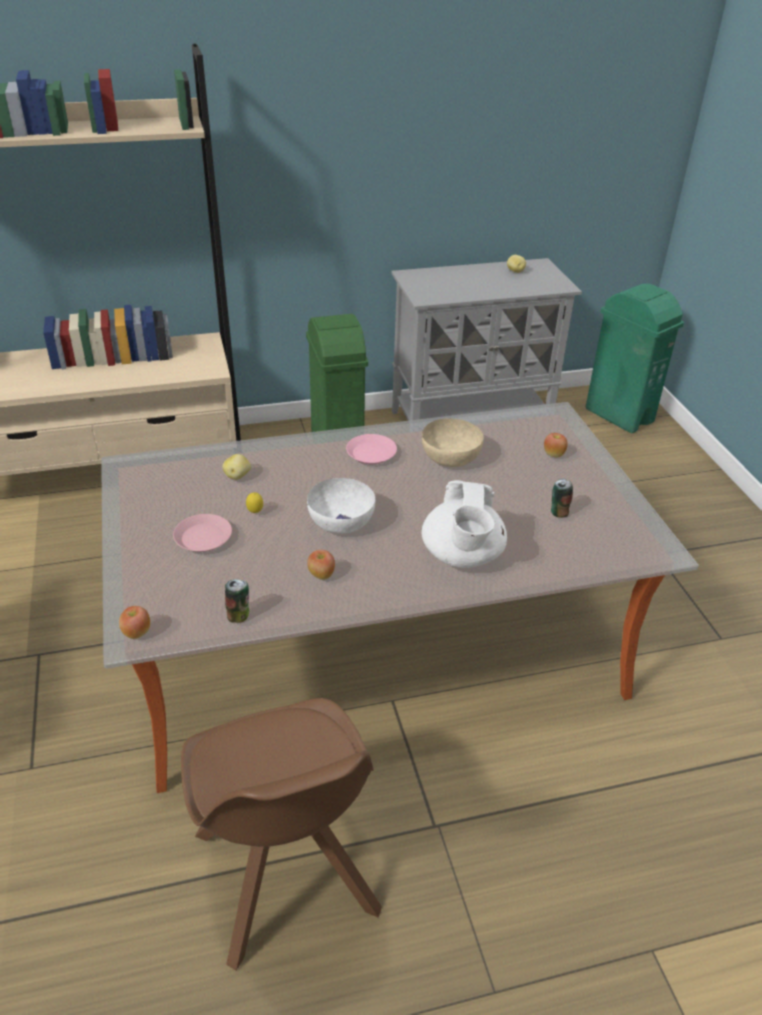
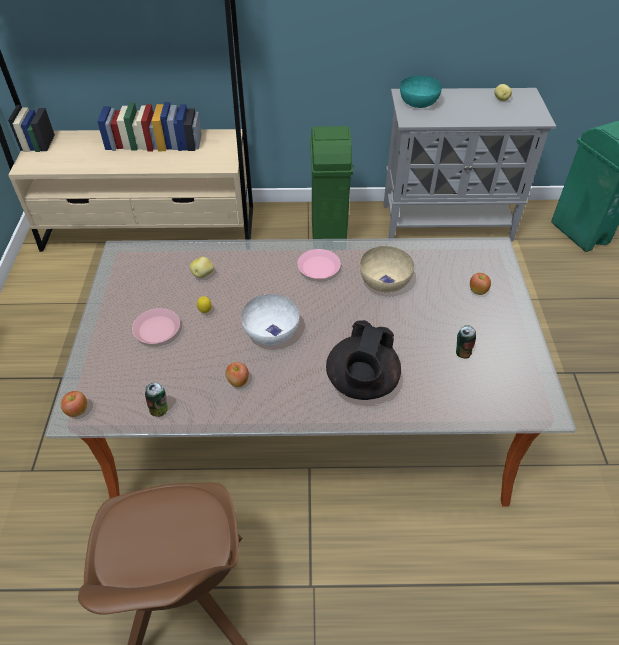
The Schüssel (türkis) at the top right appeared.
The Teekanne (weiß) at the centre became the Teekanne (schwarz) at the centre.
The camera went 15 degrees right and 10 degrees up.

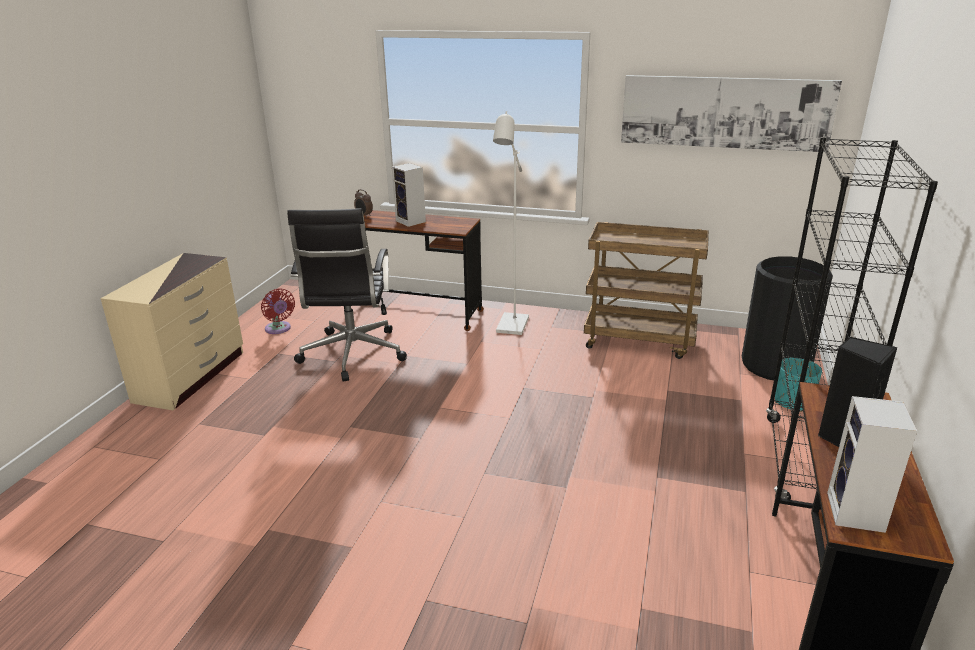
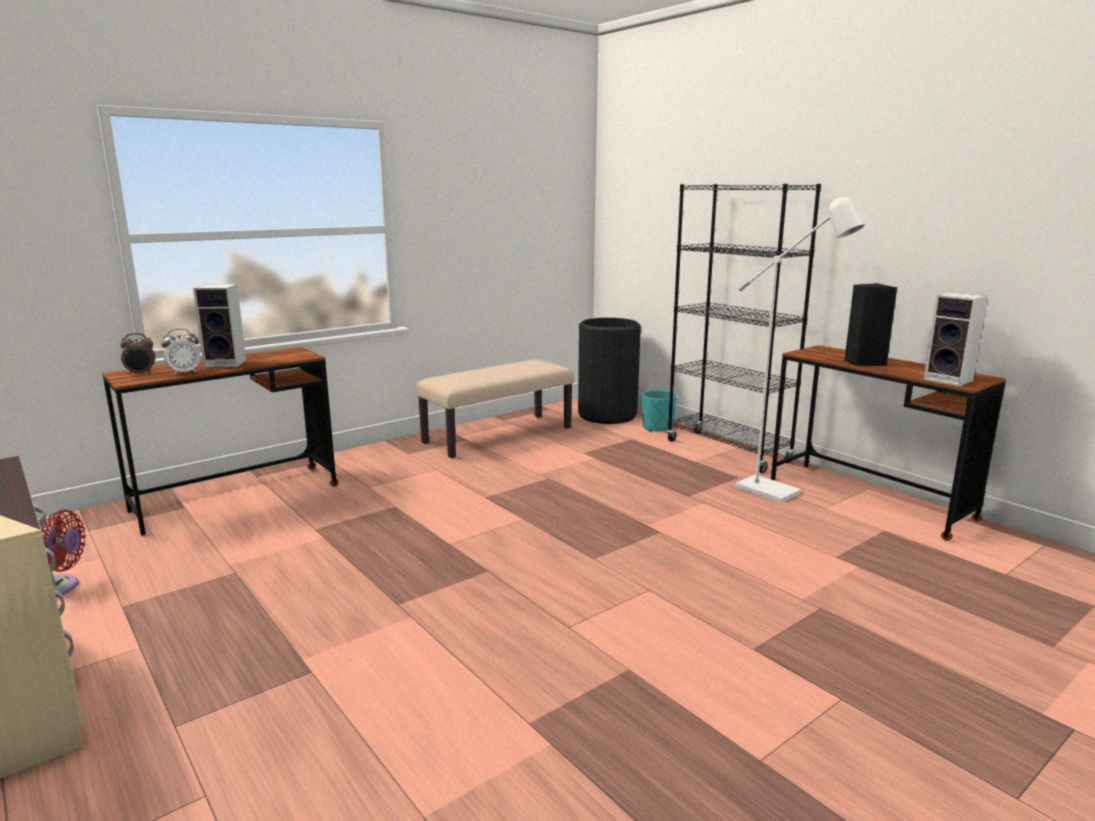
The Bürostuhl (schwarz) at the centre disappeared.
The Bild at the top right disappeared.
The Wecker (no. 2 from left) at the middle left appeared.
The Stehlampe (weiß) moved from the centre to the middle right.
The Rollwagen (braun) at the centre was replaced by the Bank (beige) at the centre.
The camera went 55 degrees left and 10 degrees down.

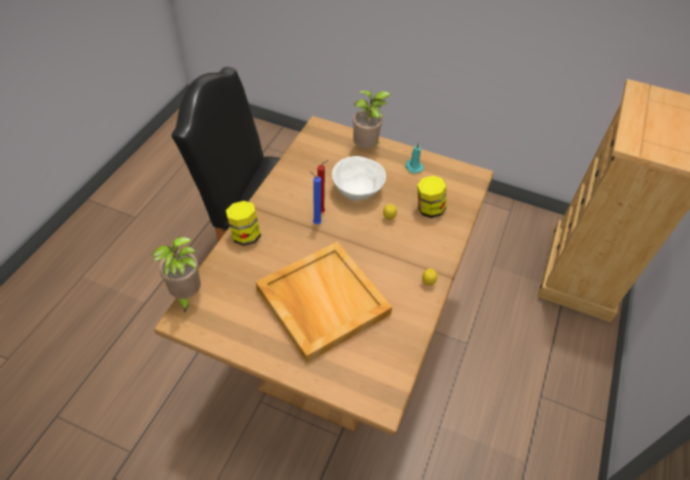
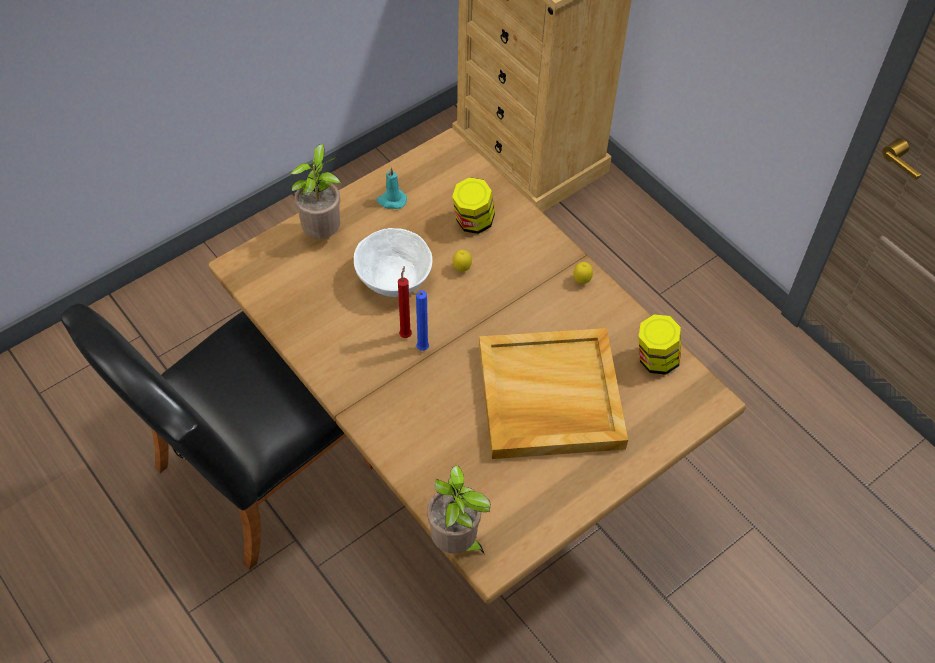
The Vorratsglas (no. 1 from left in the first image) moved from the centre to the middle right.
The camera went 60 degrees left and 5 degrees up.

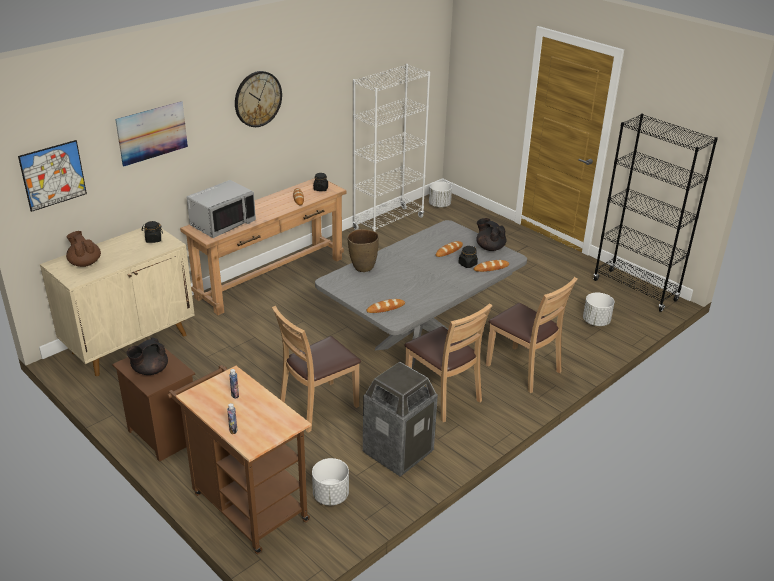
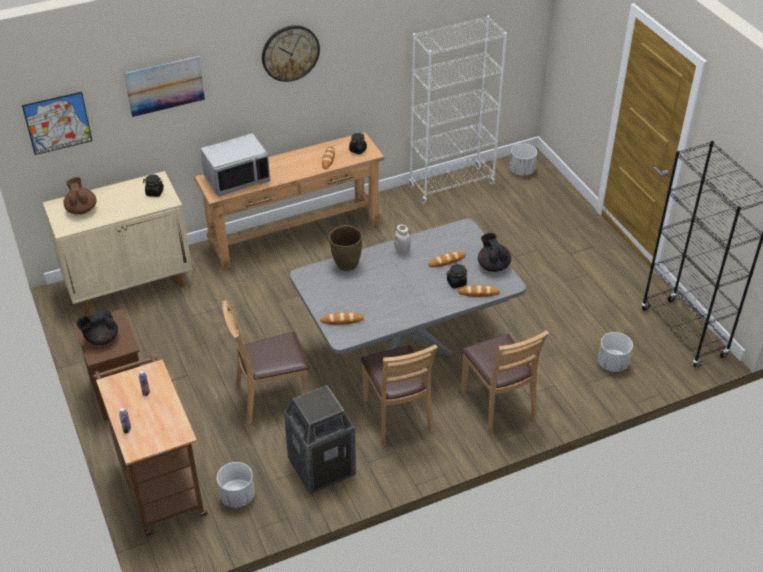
The Vorratsglas (weiß) at the centre appeared.
The camera went 20 degrees right and 10 degrees up.

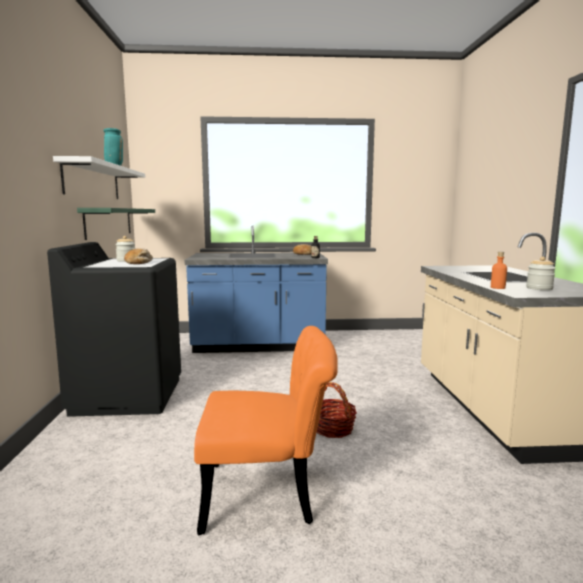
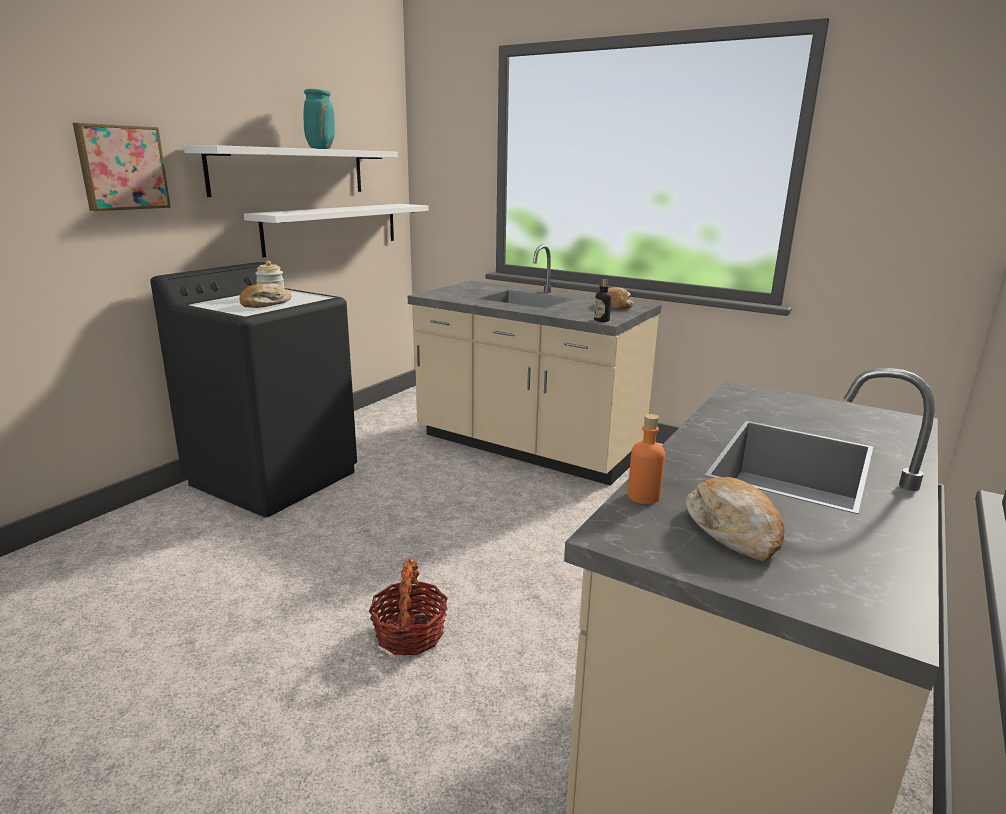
The Stuhl (orange) at the bottom centre disappeared.
The Bild at the top left appeared.
The Vorratsglas (no. 2 from left) at the middle right was replaced by the Brot (no. 3 from left) at the middle right.
The Wandregal (grün) at the middle left became the Wandregal (weiß) (no. 2 from left) at the top centre.
The Küchenzeile (blau) at the centre became the Küchenzeile (beige) (no. 1 from left) at the centre.
The camera went 35 degrees right and 10 degrees up.

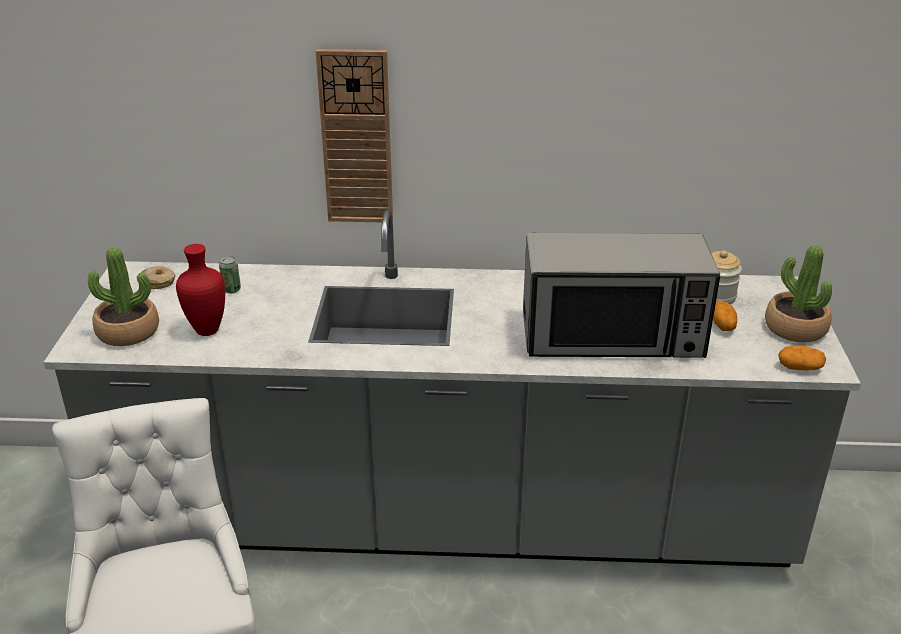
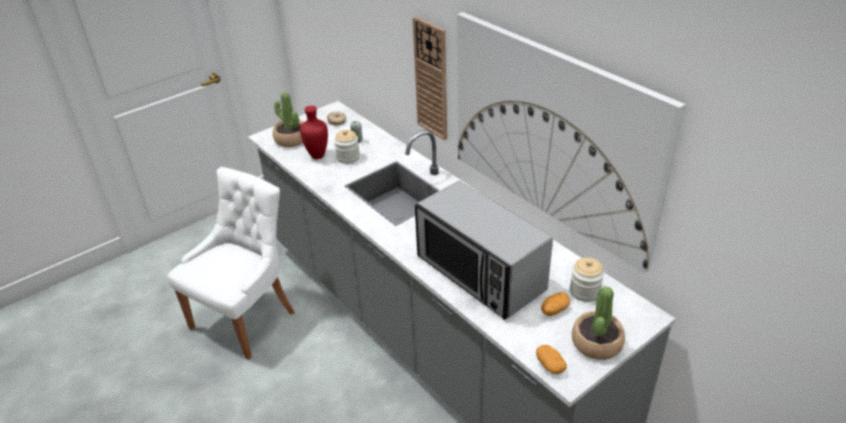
The Vorratsglas (no. 1 from left) at the centre appeared.
The Bild at the middle right appeared.
The camera went 50 degrees right and 5 degrees up.

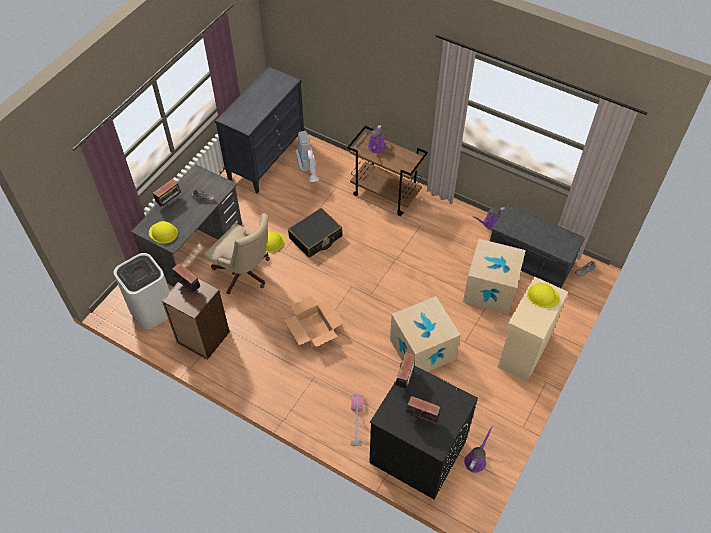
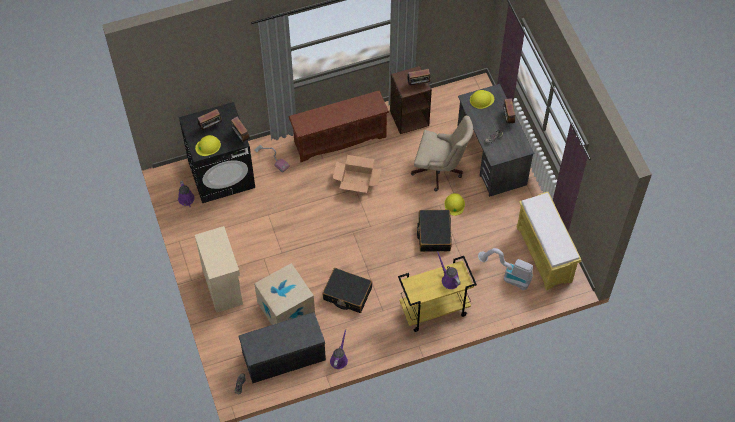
The Mülleimer (weiß) at the middle left disappeared.
The Karton (no. 2 from left) at the centre disappeared.
The Schuhregal (braun) at the top centre appeared.
The Koffer (schwarz) (no. 1 from left) at the bottom centre appeared.
The Schutzhelm (gelb) (no. 3 from left in the first image) moved from the middle right to the middle left.
The Kommode (schwarz) at the top centre was replaced by the Bank (gelb) at the middle right.
The Rollwagen (braun) at the top centre became the Rollwagen (gelb) at the bottom centre.
The Bürostuhl (beige) at the centre turned 150 degrees counterclockwise.
The camera went 130 degrees right and 5 degrees up.

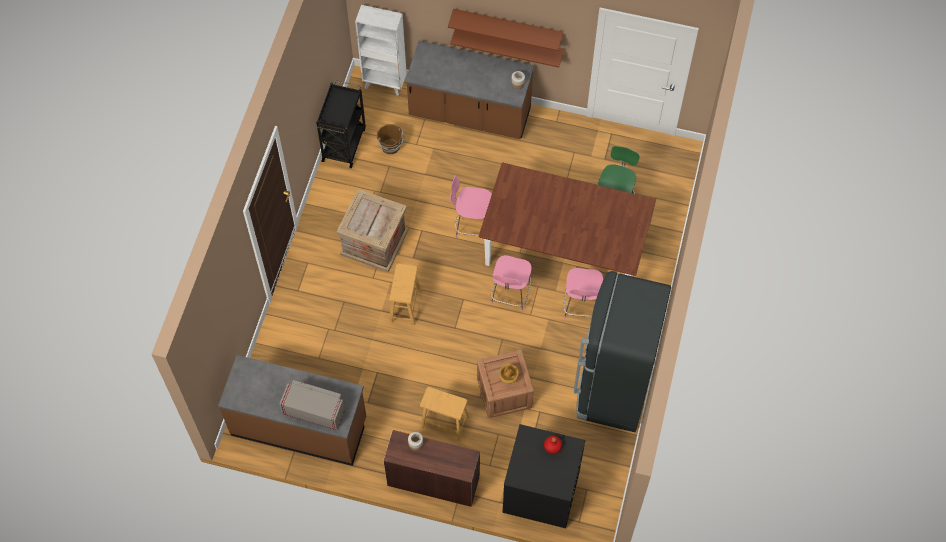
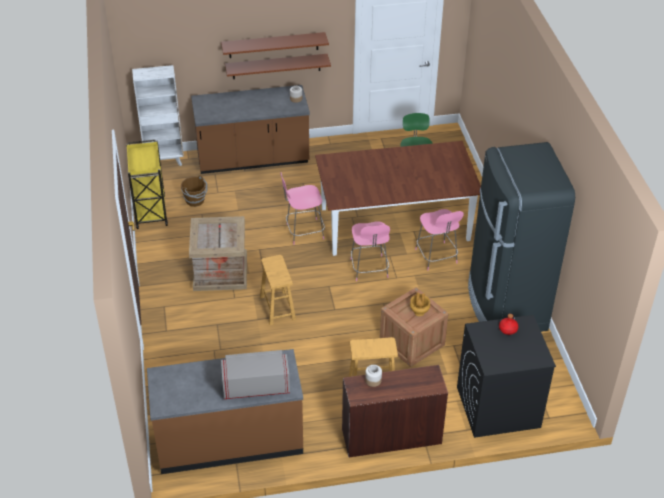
The Rollwagen (schwarz) at the top centre became the Rollwagen (gelb) at the middle left.
The camera went 25 degrees left and 20 degrees down.

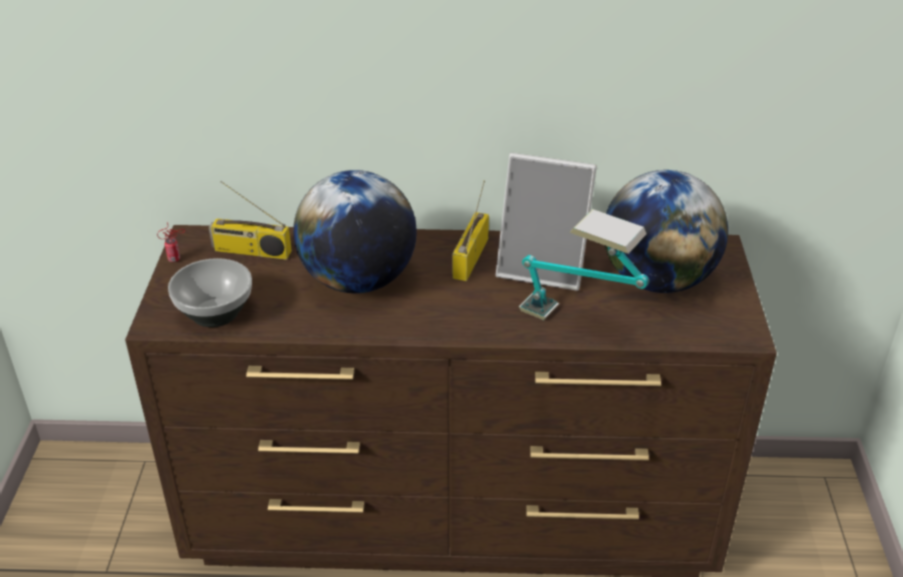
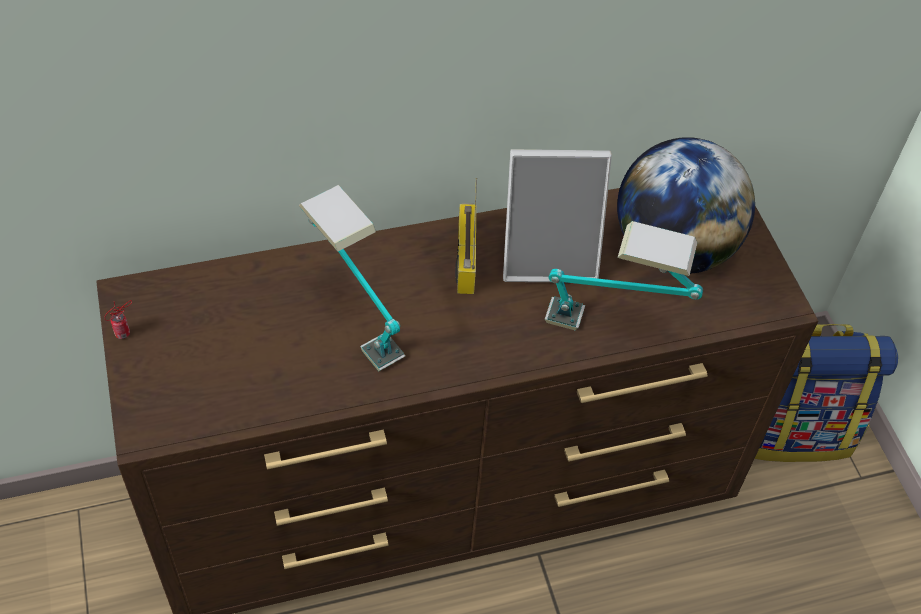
The Schüssel at the middle left disappeared.
The Radio (no. 1 from left) at the middle left disappeared.
The Rucksack at the middle right appeared.
The Globus (no. 1 from left) at the centre was replaced by the Tischlampe (no. 1 from left) at the centre.
The camera went 20 degrees left and 15 degrees up.

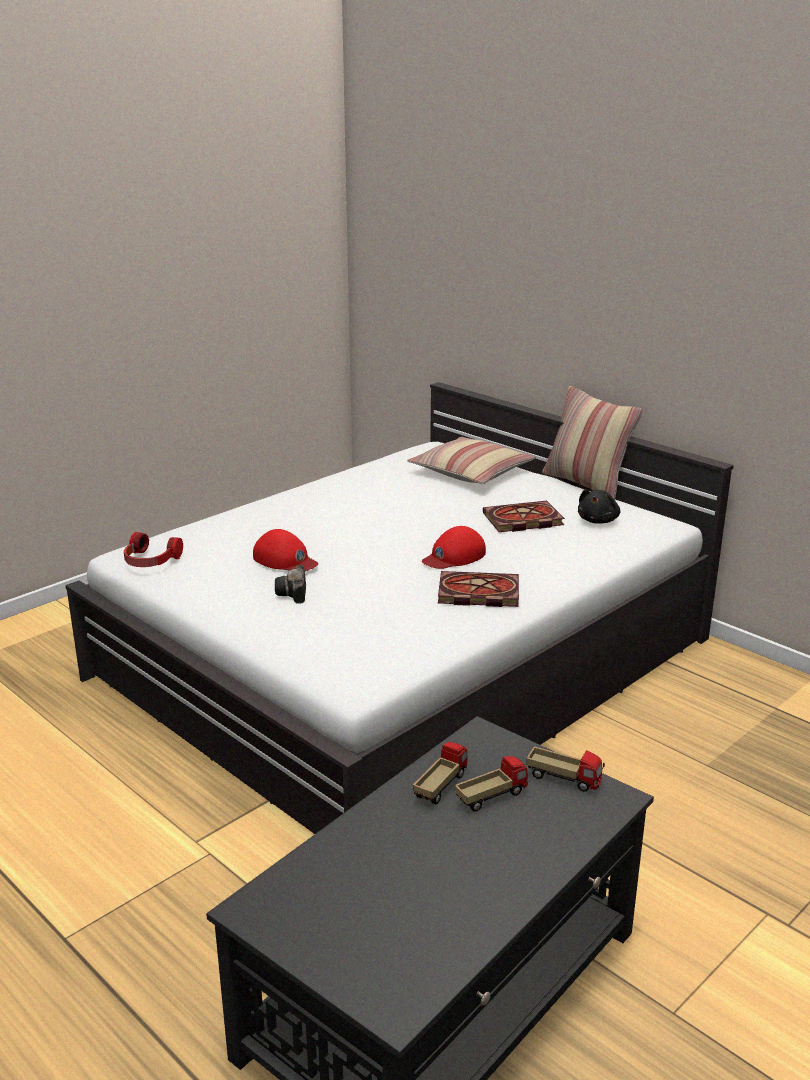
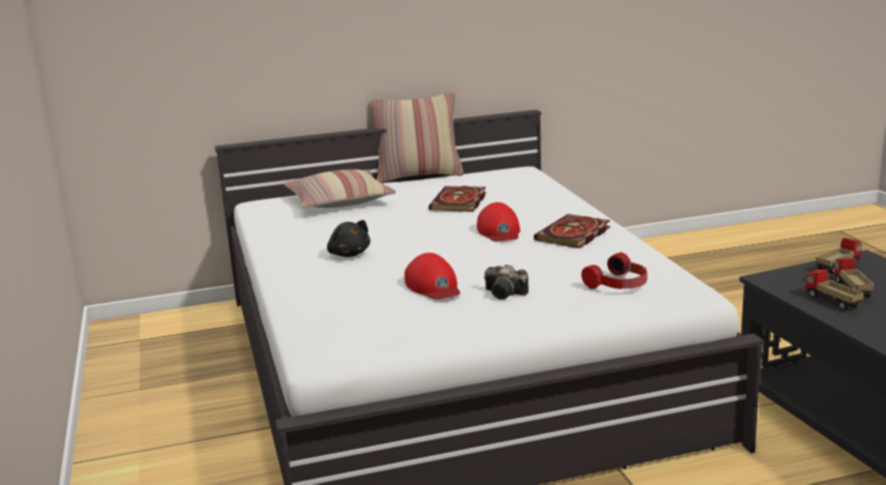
The Kopfhörer moved from the middle left to the middle right.
The Plüschtier (schwarz) moved from the middle right to the centre.
The Kappe (rot) (no. 1 from left) at the centre turned 90 degrees clockwise.
The camera went 60 degrees left and 5 degrees down.

